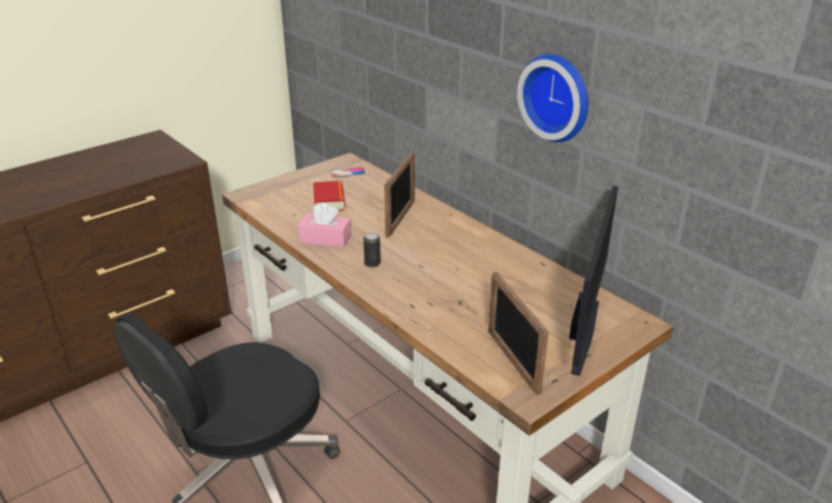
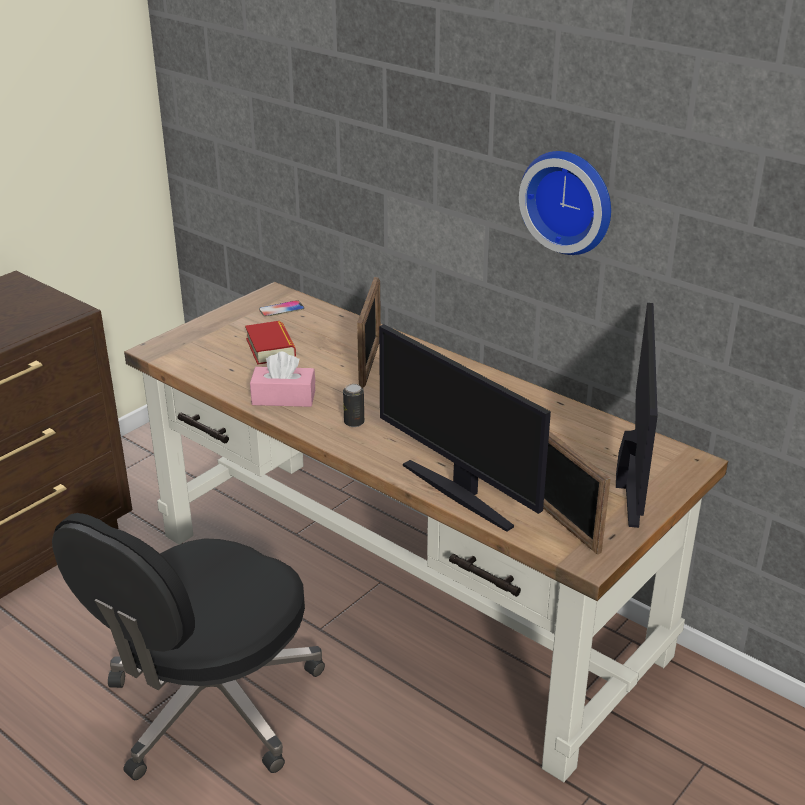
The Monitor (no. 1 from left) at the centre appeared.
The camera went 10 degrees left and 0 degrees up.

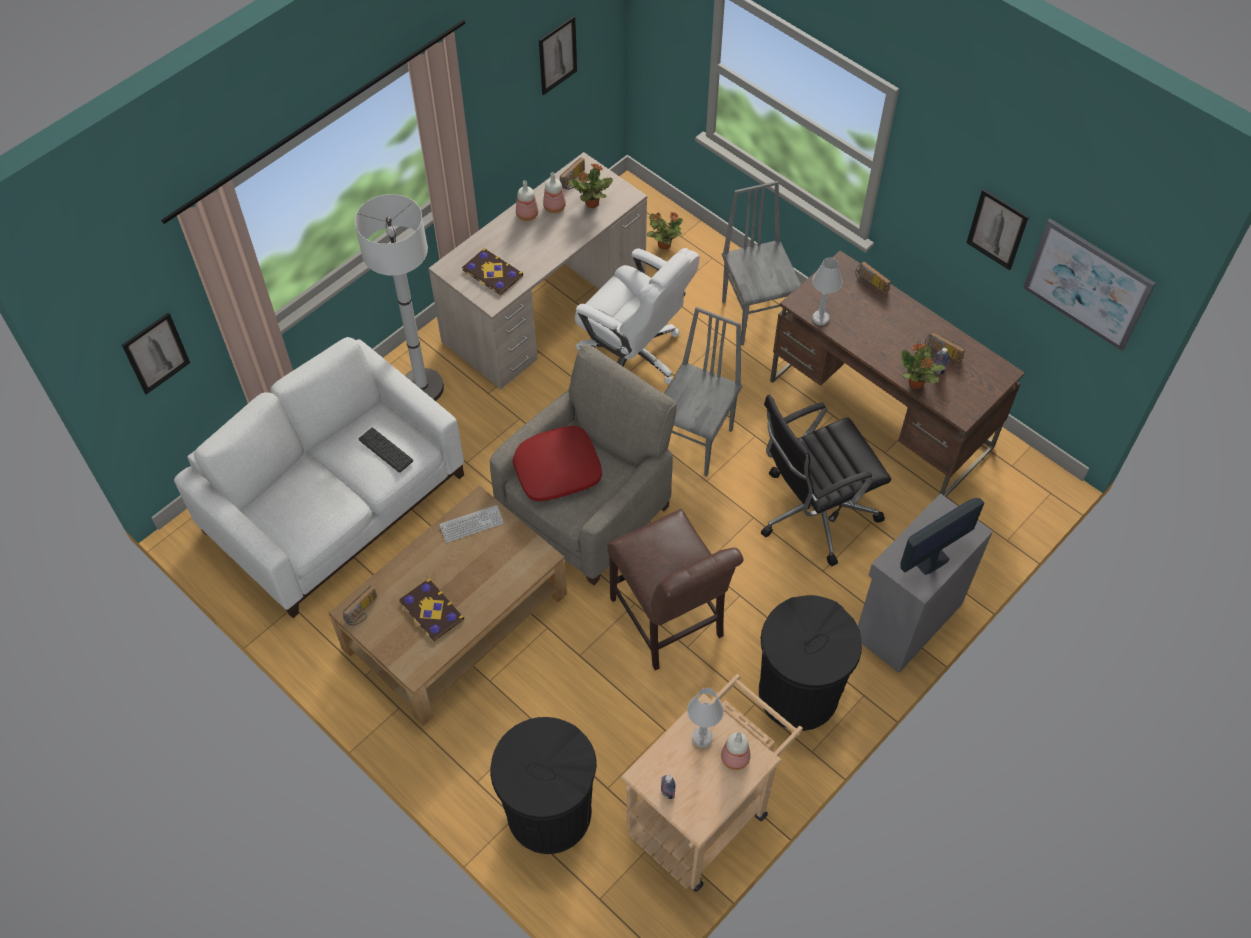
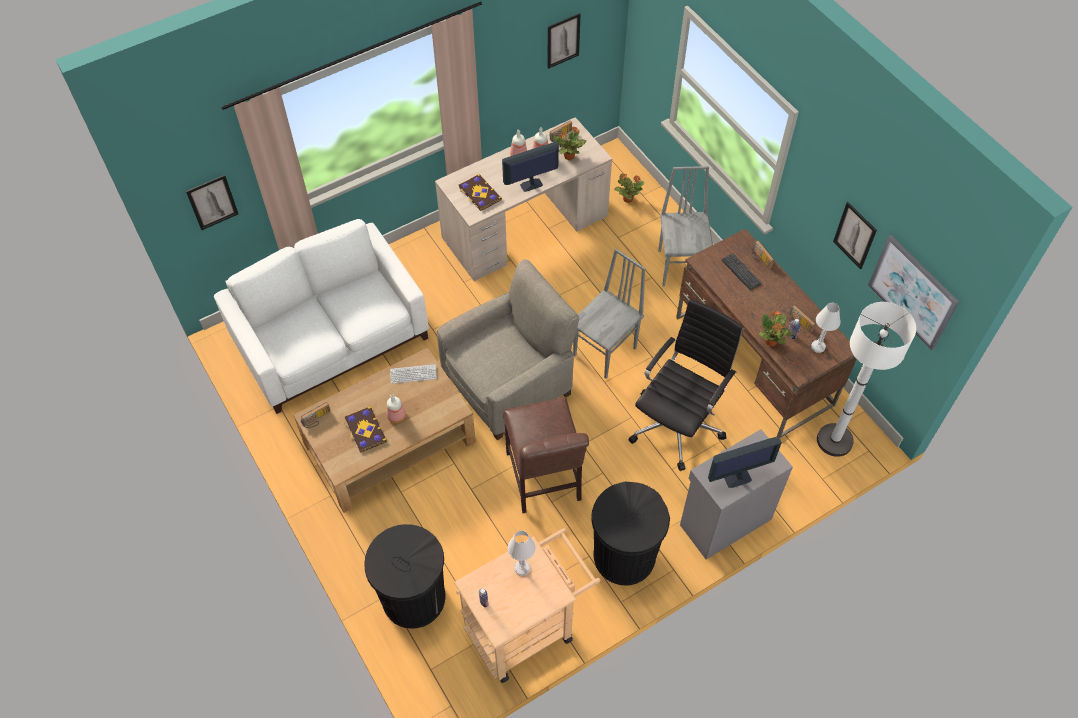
The Kissen (rot) at the centre disappeared.
The Bürostuhl (weiß) at the centre disappeared.
The Monitor (no. 1 from left) at the top centre appeared.
The Stehlampe (weiß) moved from the top left to the middle right.
The Tastatur (no. 1 from left in the first image) moved from the middle left to the middle right.
The Flasche (no. 4 from left in the first image) moved from the bottom centre to the centre.
The Tischlampe (weiß) (no. 2 from left) moved from the top centre to the middle right.
The Bürostuhl (schwarz) at the centre turned 135 degrees clockwise.
The camera went 15 degrees right and 0 degrees up.

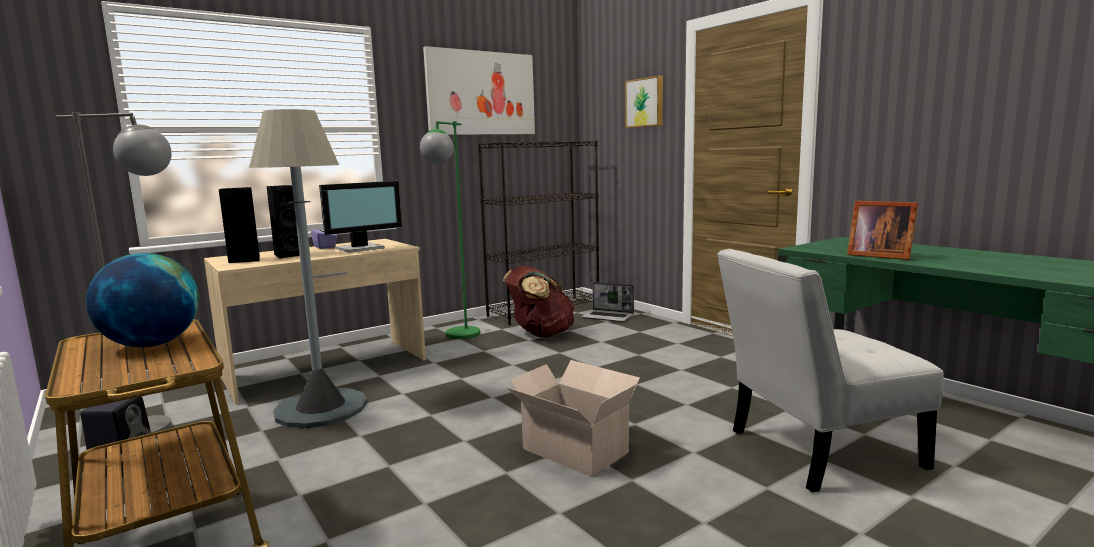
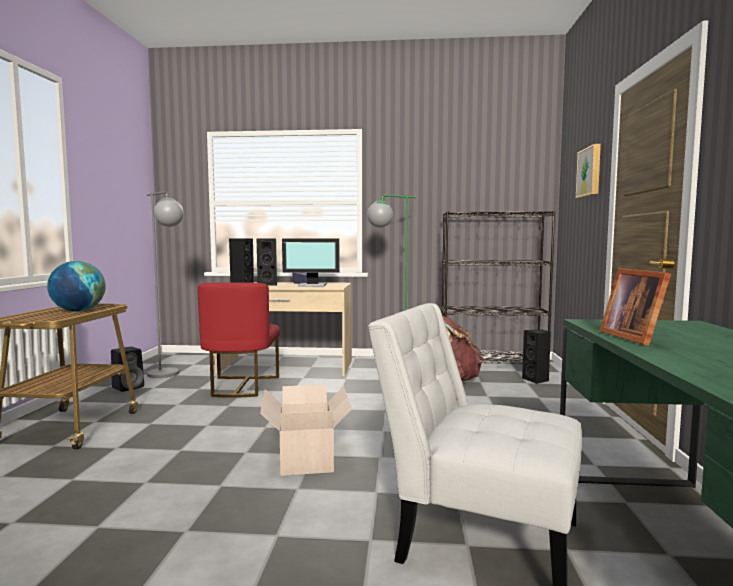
The Bild (no. 1 from left) at the top centre disappeared.
The Stehlampe (grau) (no. 2 from left) at the middle left was replaced by the Stuhl (rot) at the middle left.
The Laptop at the centre was replaced by the Lautsprecher (schwarz) (no. 4 from left) at the middle right.
The camera went 40 degrees right and 5 degrees down.

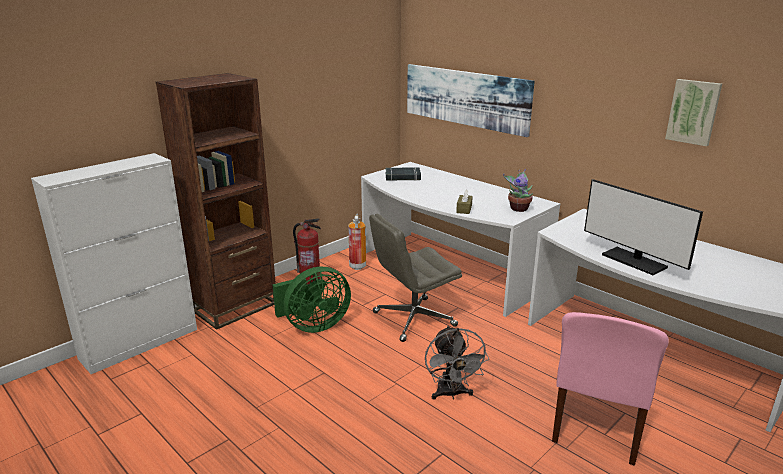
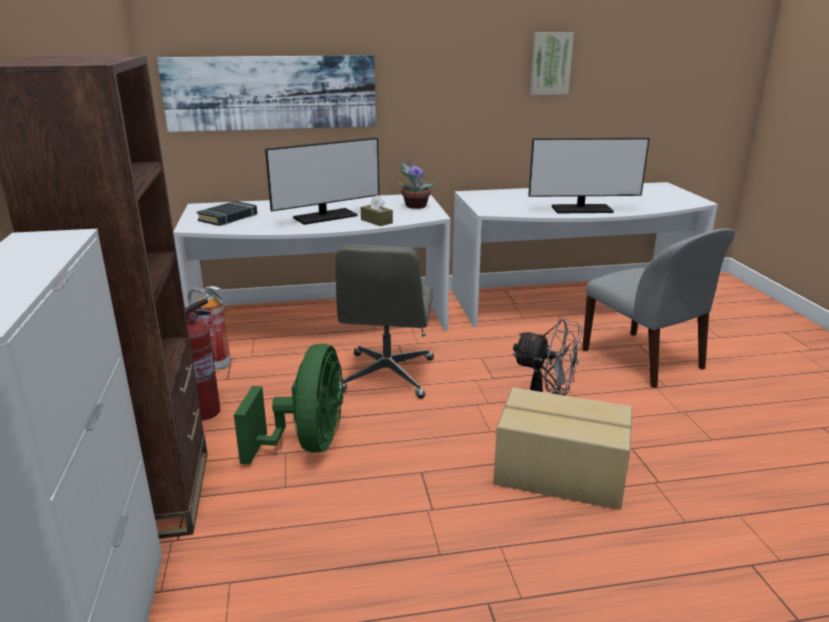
The Monitor (no. 1 from left) at the top centre appeared.
The Karton at the bottom right appeared.
The Stuhl (rosa) at the bottom right became the Stuhl (grau) at the middle right.
The camera went 55 degrees left and 0 degrees up.

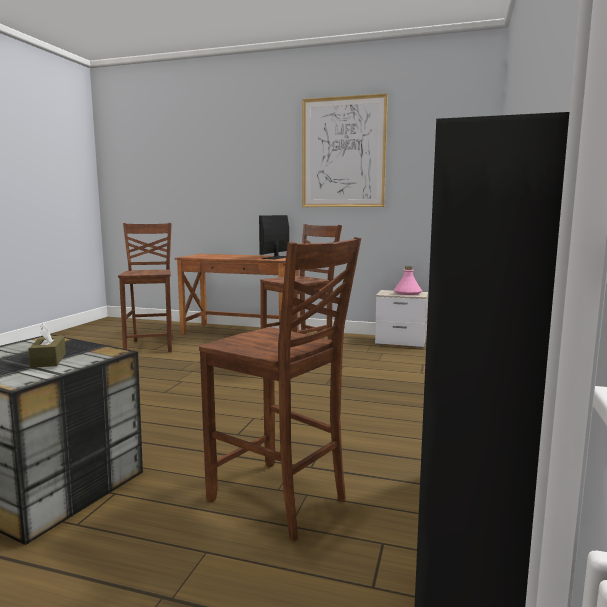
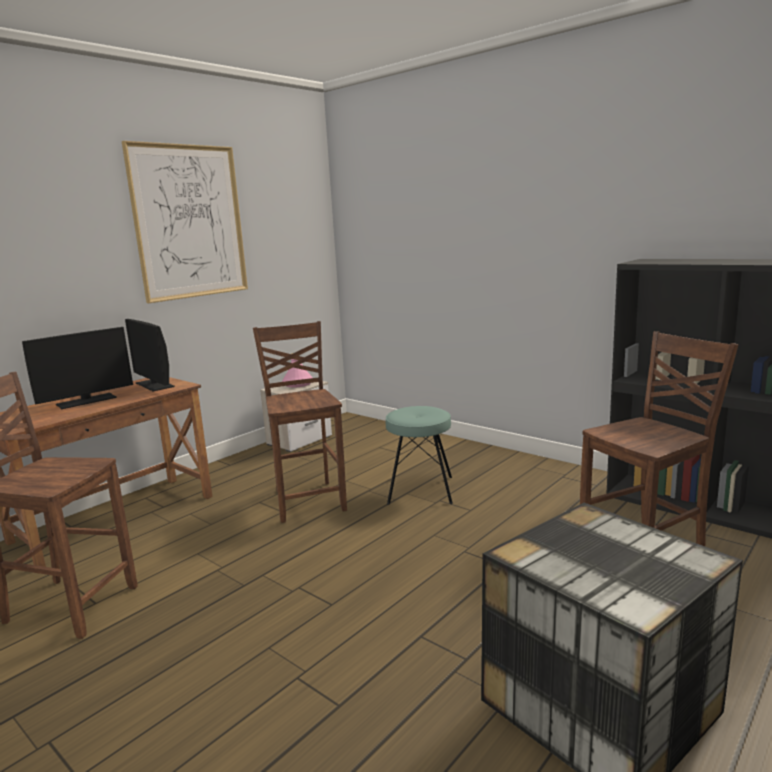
The Taschentuchbox (braun) at the middle left disappeared.
The Monitor (no. 1 from left) at the middle left appeared.
The Hocker (türkis) at the centre appeared.
The camera went 65 degrees left and 5 degrees up.

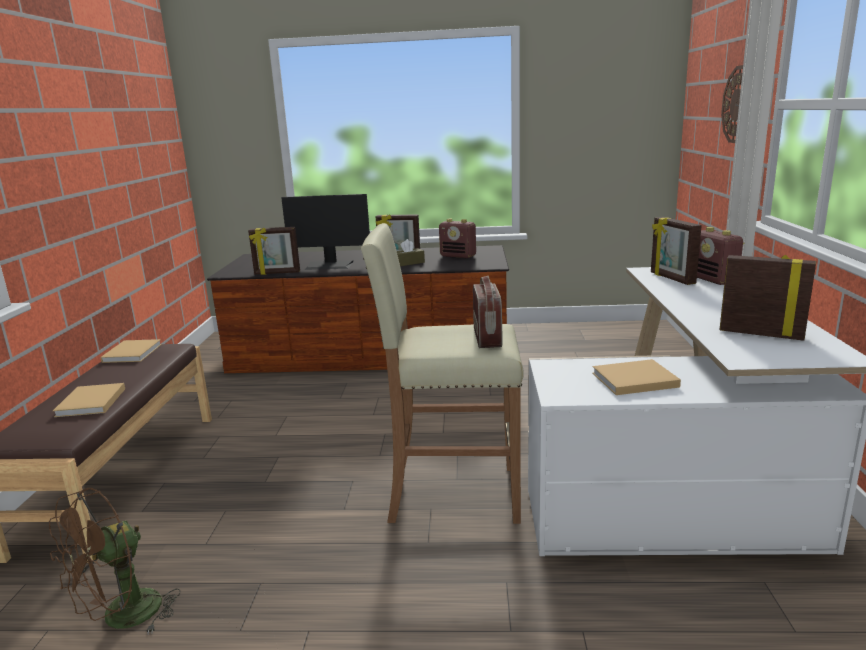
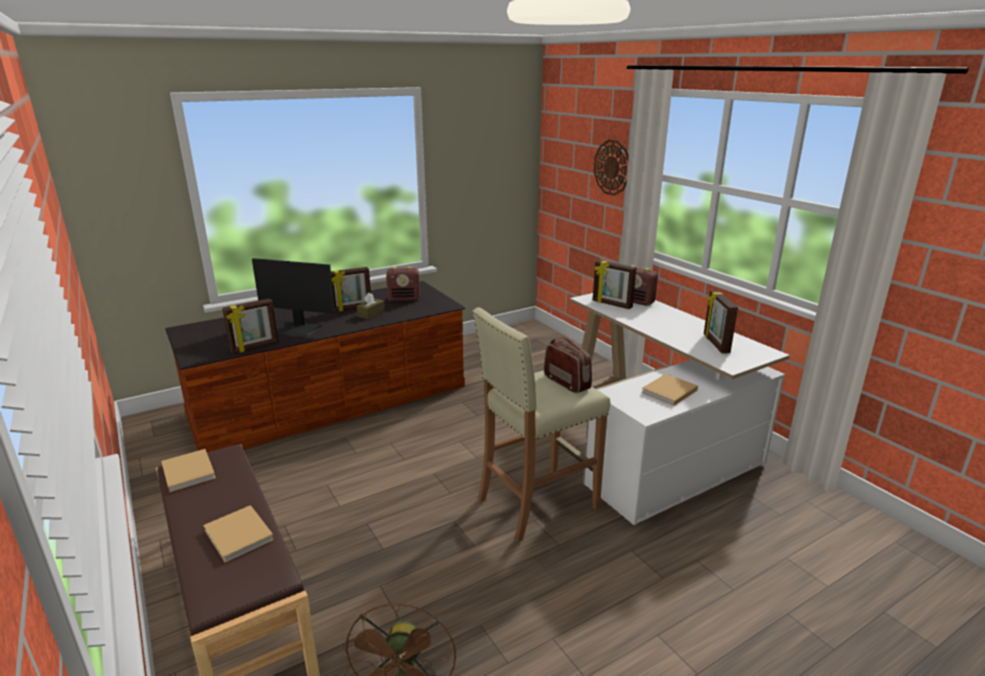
The Monitor at the centre turned 45 degrees clockwise.
The Bilderrahmen (no. 4 from left) at the middle right turned 90 degrees counterclockwise.
The camera went 35 degrees left and 5 degrees up.

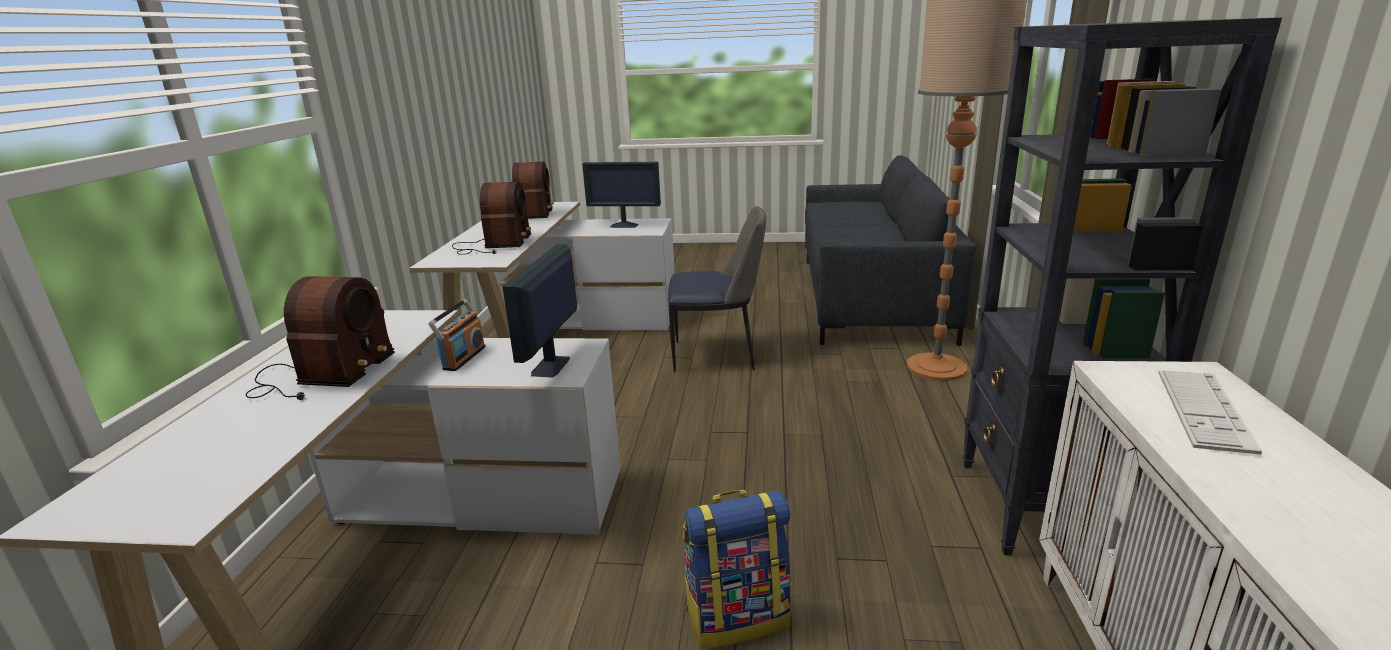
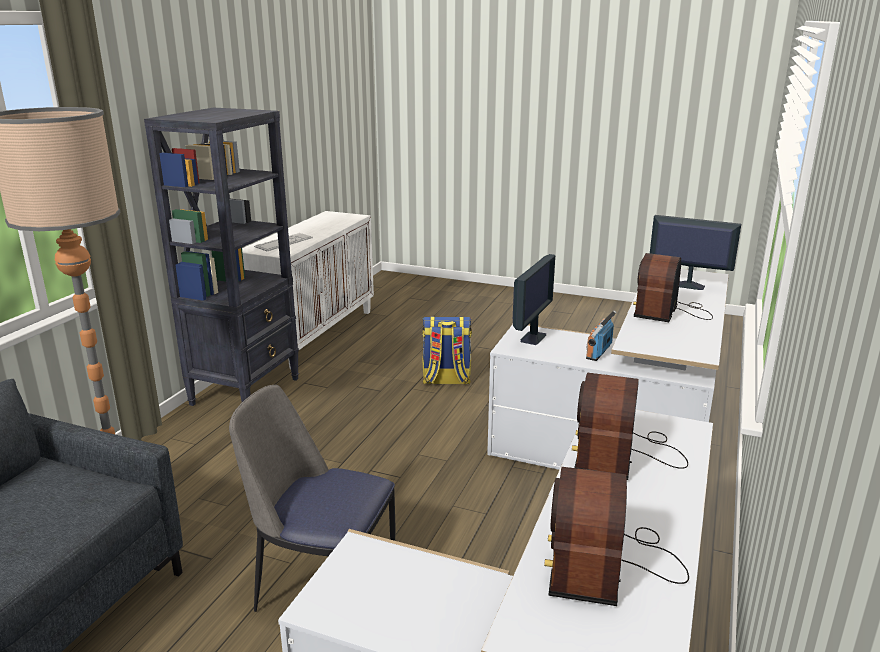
The Monitor (no. 2 from left) moved from the top centre to the middle right.
The camera went 165 degrees left and 0 degrees up.

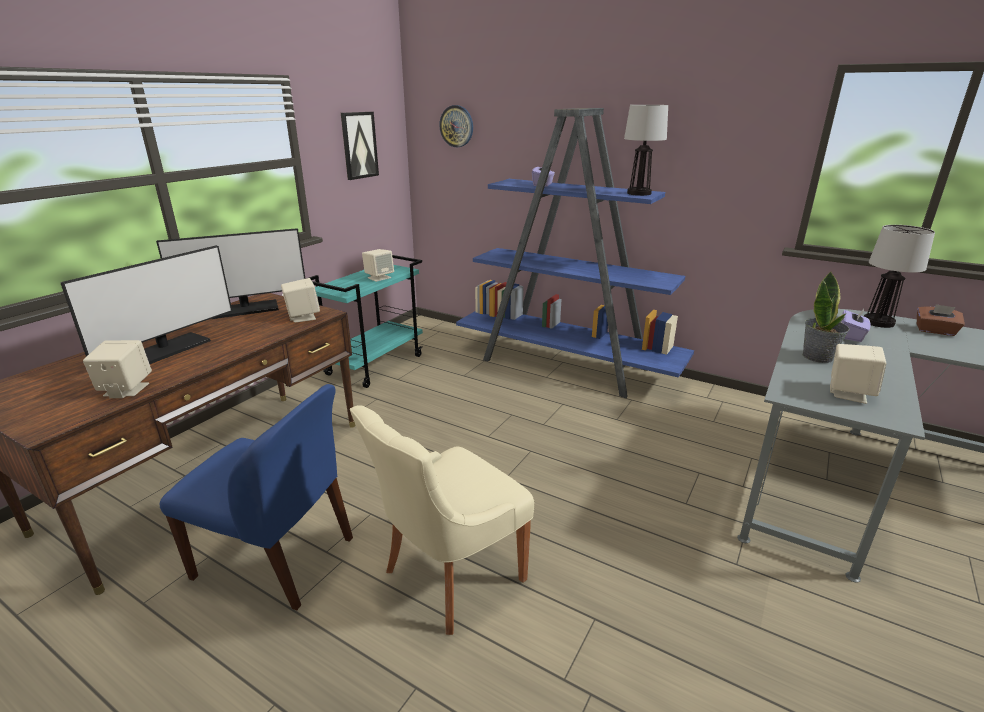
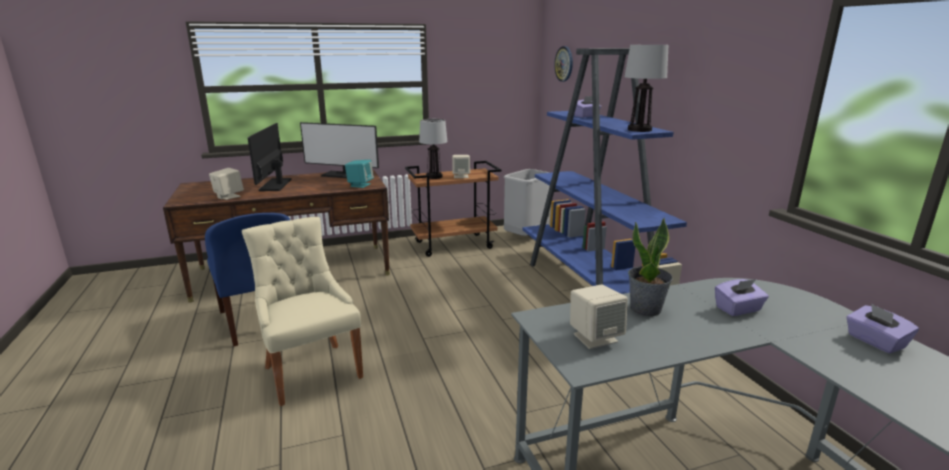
The Bild at the top centre disappeared.
The Mülleimer (grau) at the centre appeared.
The Tischlampe (no. 2 from left in the first image) moved from the middle right to the top centre.
The Lautsprecher (beige) (no. 2 from left) at the middle left became the Lautsprecher (türkis) at the centre.
The Rollwagen (türkis) at the centre became the Rollwagen (braun) at the centre.
The Taschentuchbox (braun) at the middle right became the Taschentuchbox (lila) (no. 3 from left) at the bottom right.
The Monitor (no. 1 from left) at the middle left turned 105 degrees clockwise.
The Stuhl (beige) at the bottom centre turned 60 degrees clockwise.
The camera went 40 degrees right and 5 degrees down.

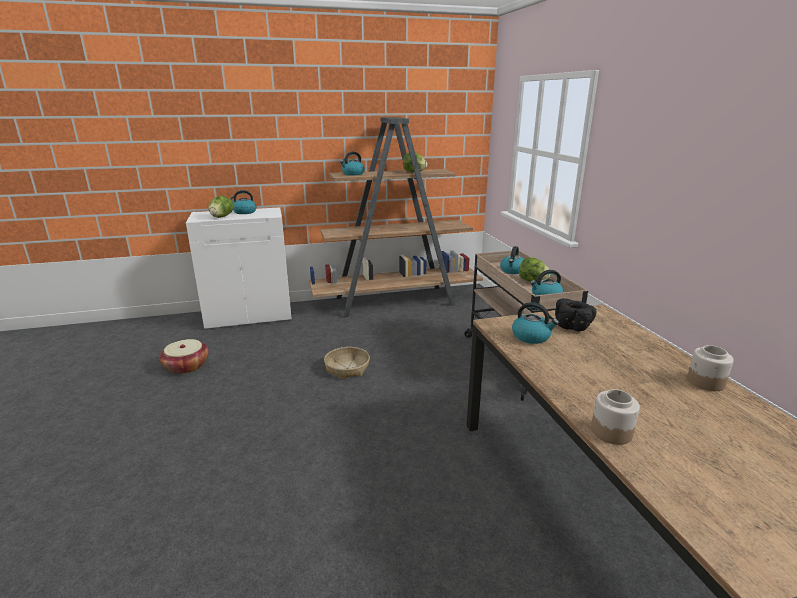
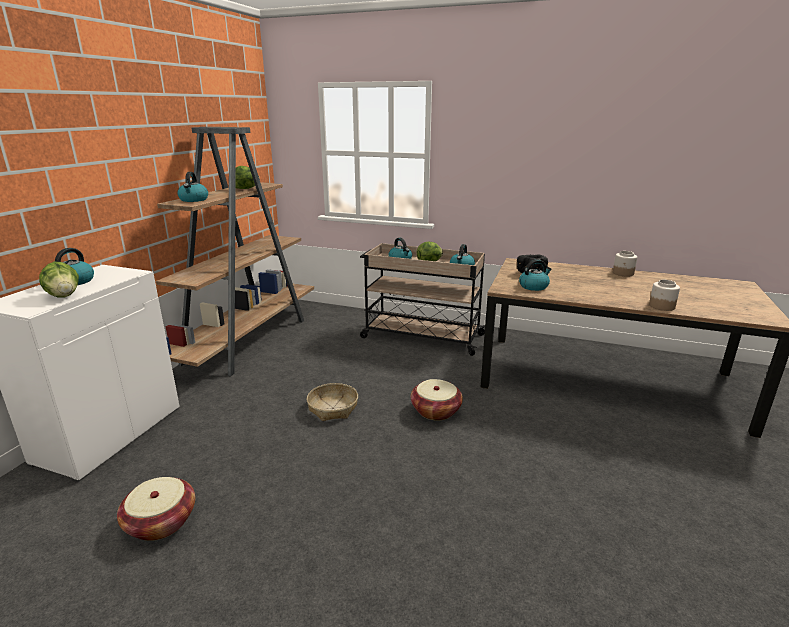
The Korb (no. 3 from left) at the centre appeared.
The camera went 55 degrees left and 0 degrees up.

